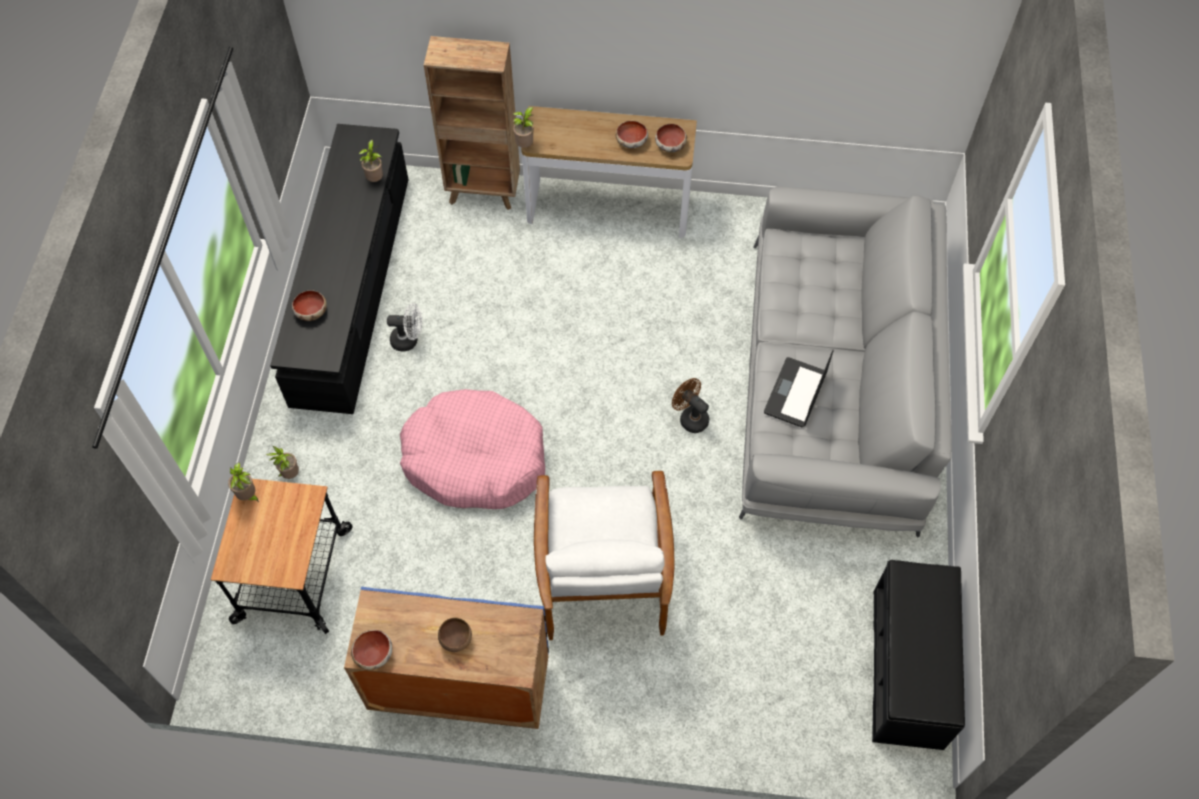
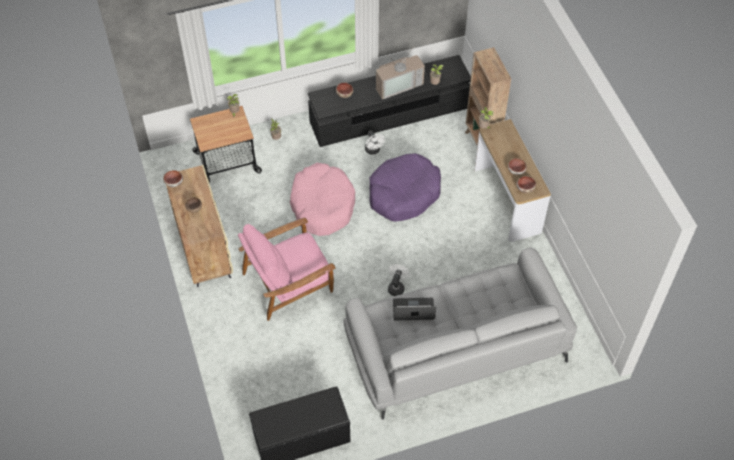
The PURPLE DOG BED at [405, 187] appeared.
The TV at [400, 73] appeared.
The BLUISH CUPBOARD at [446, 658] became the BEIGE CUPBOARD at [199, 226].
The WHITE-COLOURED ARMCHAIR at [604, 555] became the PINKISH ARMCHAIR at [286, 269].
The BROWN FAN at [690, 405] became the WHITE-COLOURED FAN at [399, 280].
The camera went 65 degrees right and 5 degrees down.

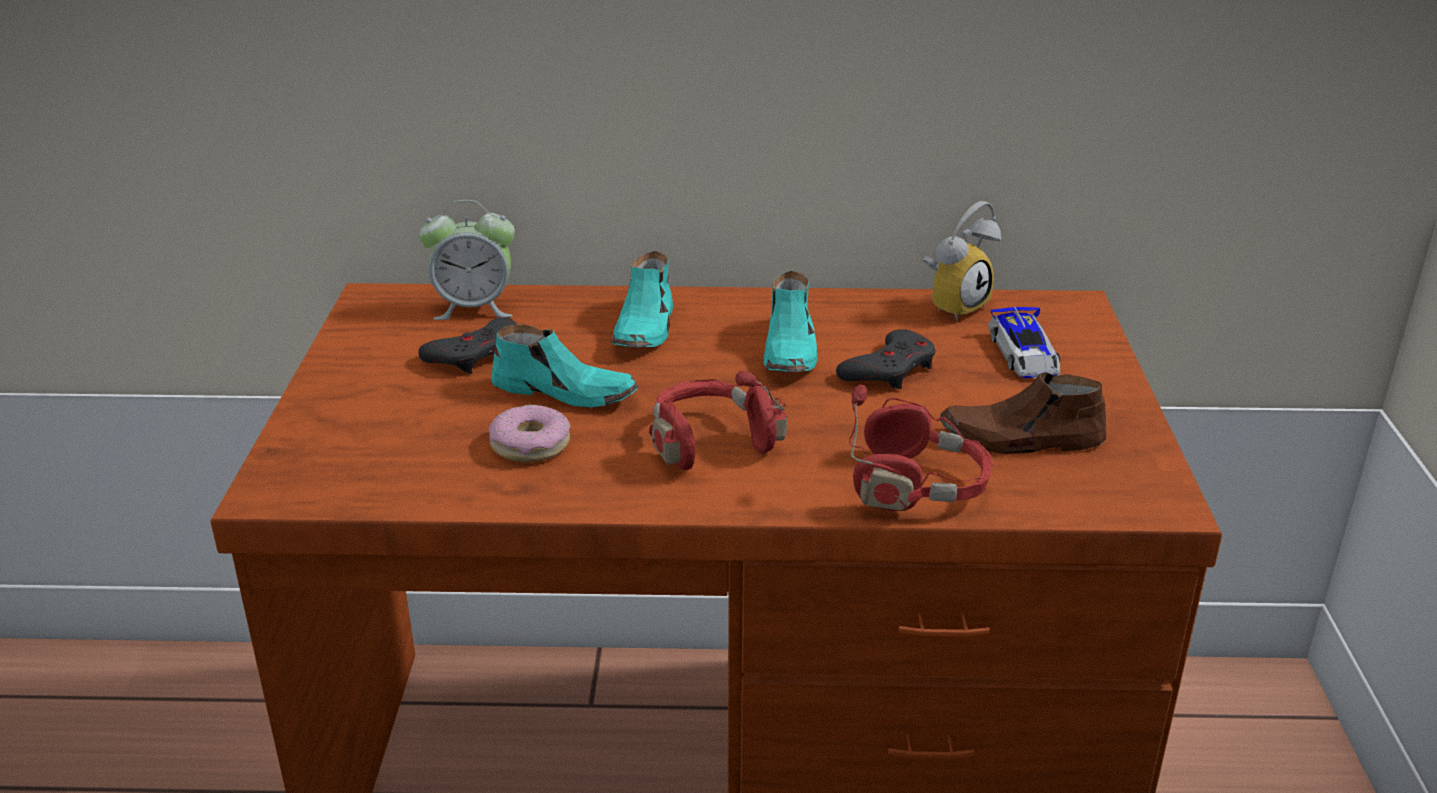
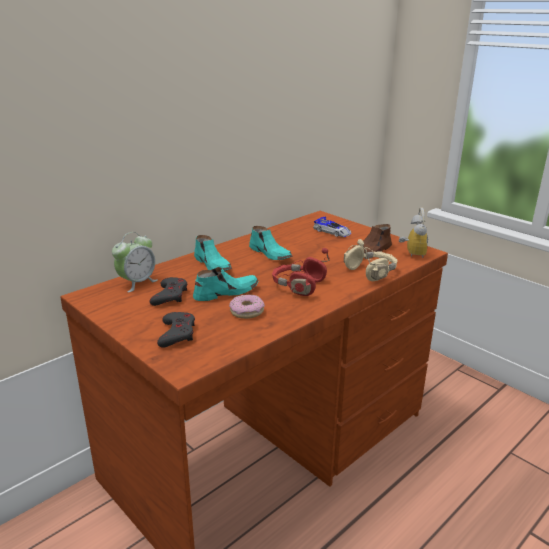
The GREY JOYPAD moved from [886, 359] to [176, 330].
The TABLE CLOCK moved from [962, 261] to [413, 233].
The RED-COLOURED PAIR OF HEADPHONES at [921, 447] became the BEIGE PAIR OF HEADPHONES at [370, 260].
The camera went 45 degrees left and 5 degrees down.

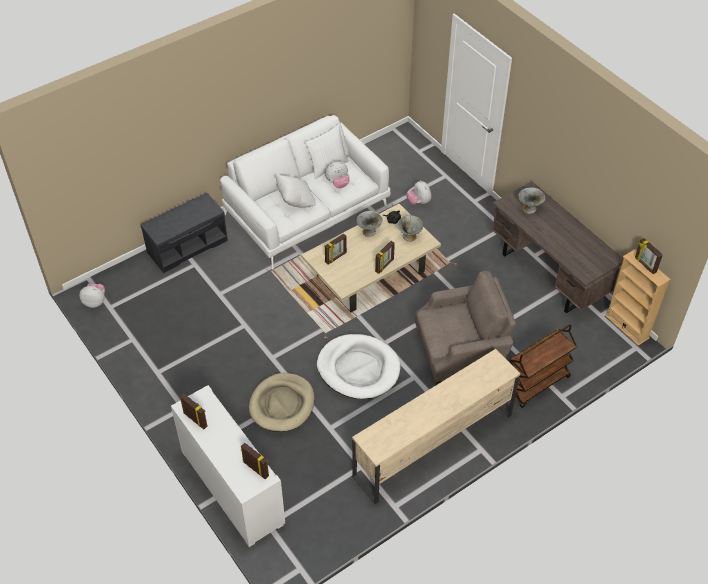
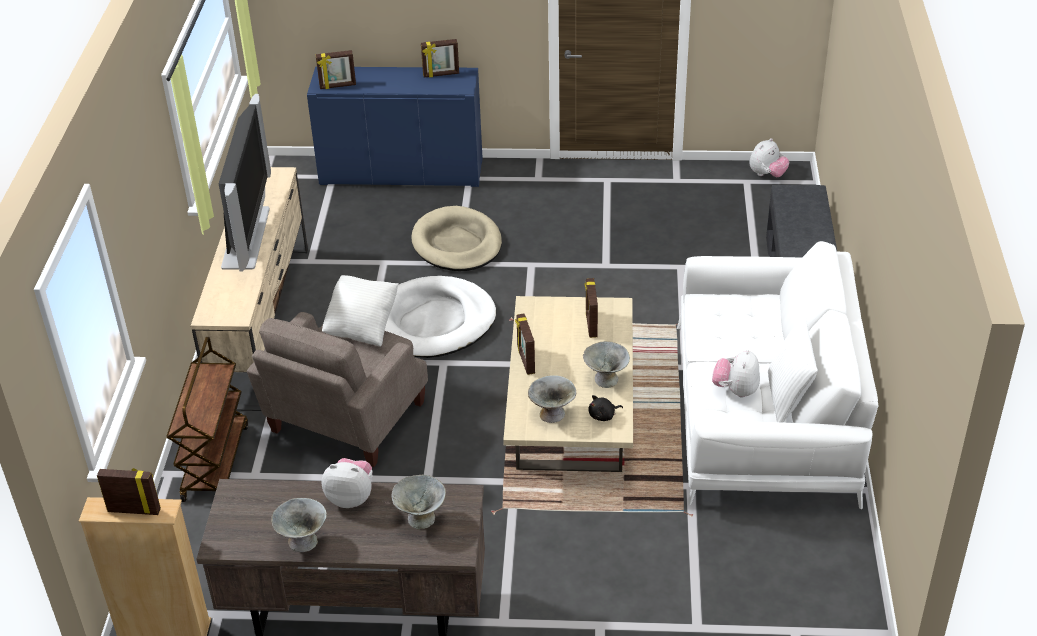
The TV at [245, 182] appeared.
The GREY SERVING BOWL at [299, 525] appeared.
The WHITE-COLOURED CUSHION moved from [296, 191] to [360, 311].
The SOFT TOY moved from [419, 192] to [347, 483].
The WHITE-COLOURED CUPBOARD at [228, 466] became the BLUISH CUPBOARD at [395, 127].
The camera went 130 degrees right and 10 degrees down.

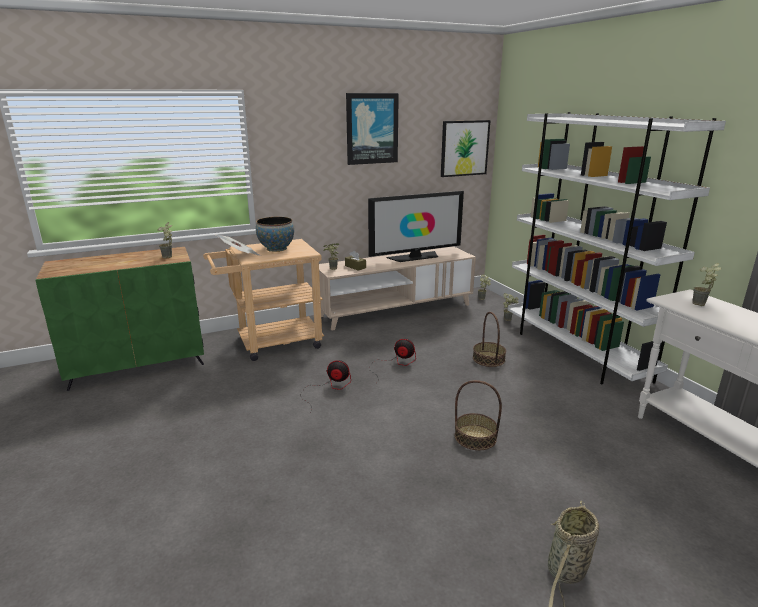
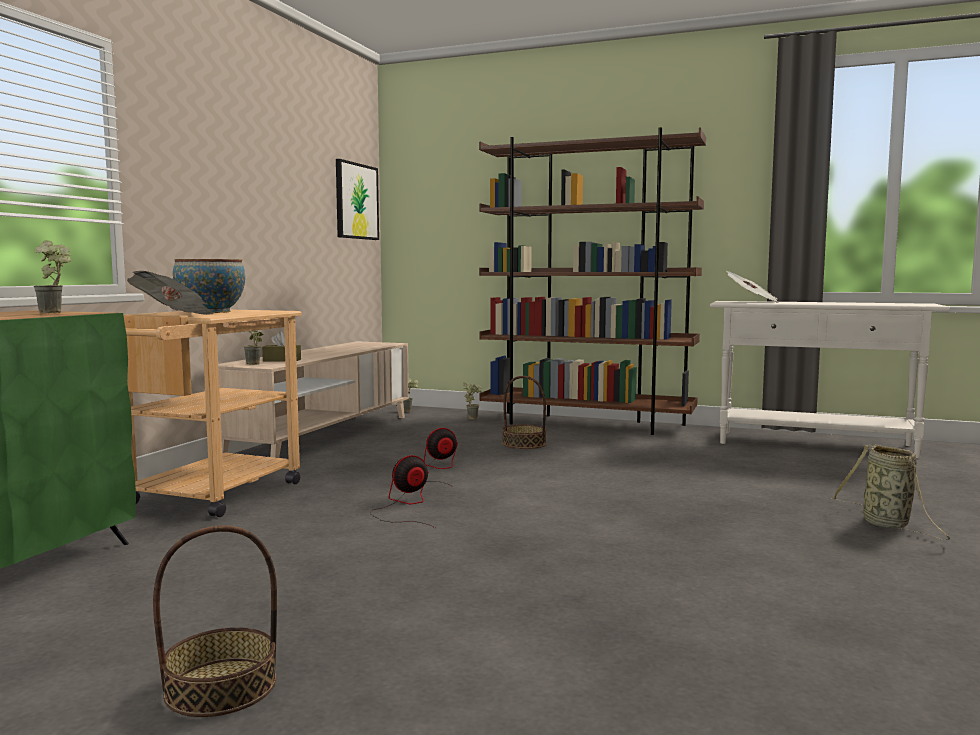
The PICTURE at [372, 129] disappeared.
The TV at [416, 226] disappeared.
The BASKET moved from [478, 415] to [215, 621].
The PLANT IN A POT at [707, 284] was replaced by the DAILY PAPER at [752, 287].
The WHITE-COLOURED SHELVING UNIT at [617, 248] became the BROWN SHELVING UNIT at [592, 281].
The camera went 45 degrees left and 15 degrees down.

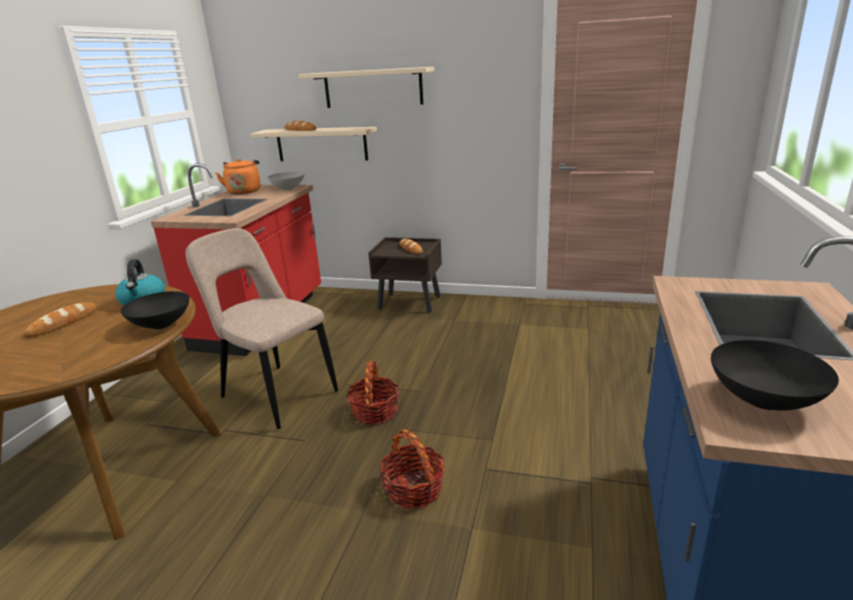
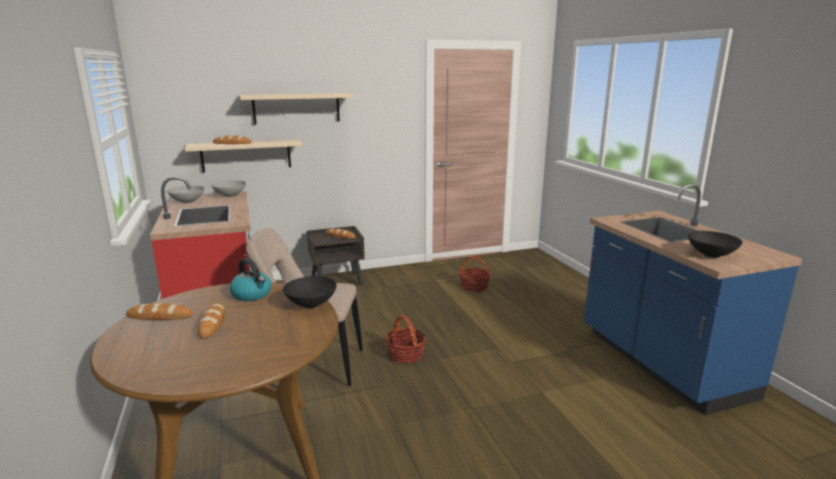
The BREAD at [159, 311] appeared.
The BASKET moved from [412, 469] to [475, 274].
The ORANGE-COLOURED TEA KETTLE at [238, 177] was replaced by the GREY SERVING BOWL at [185, 194].
The camera went 35 degrees left and 5 degrees down.

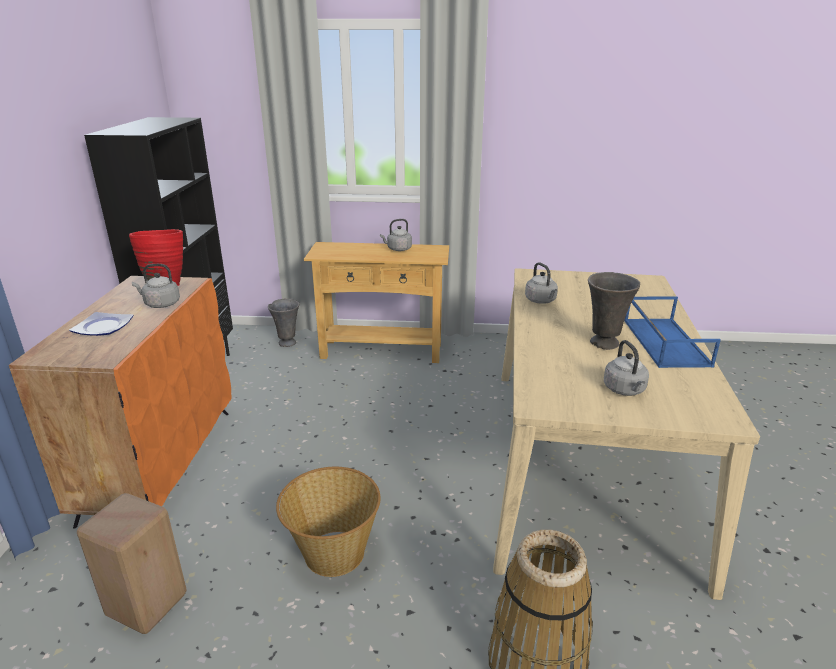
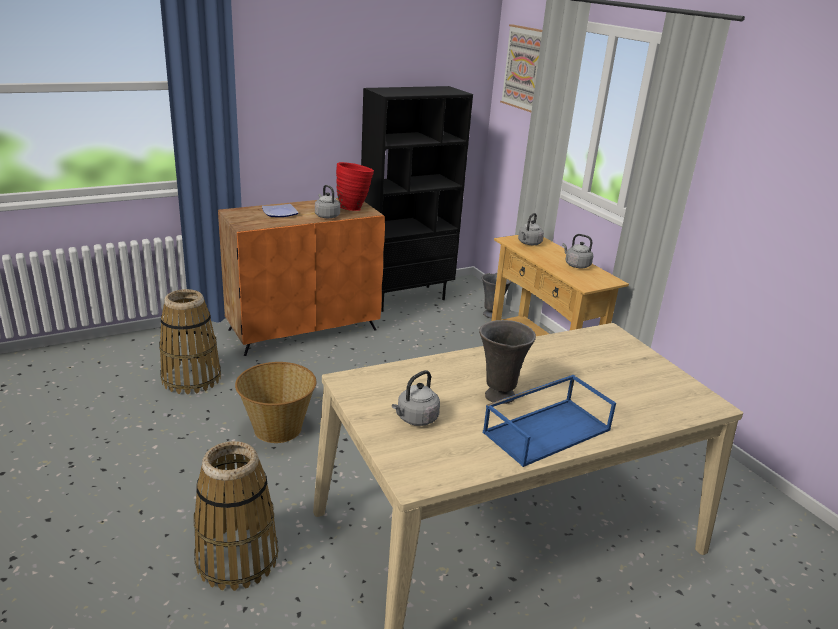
The PICTURE at [521, 68] appeared.
The GREY TEA KETTLE moved from [541, 283] to [531, 229].
The BEIGE SITTING STOOL at [132, 563] was replaced by the BASKET at [190, 341].
The camera went 55 degrees right and 0 degrees up.

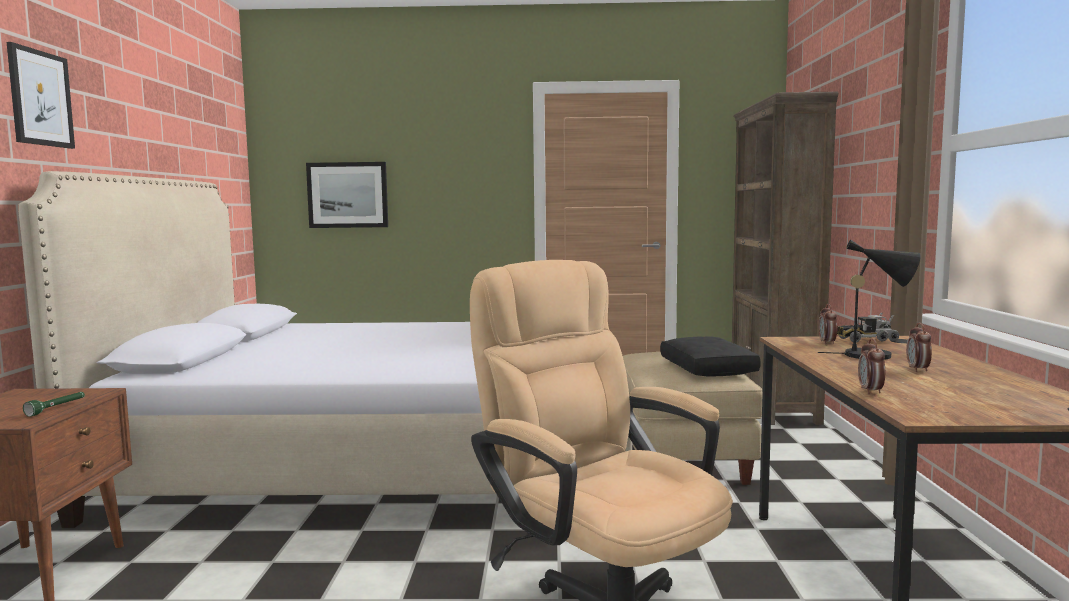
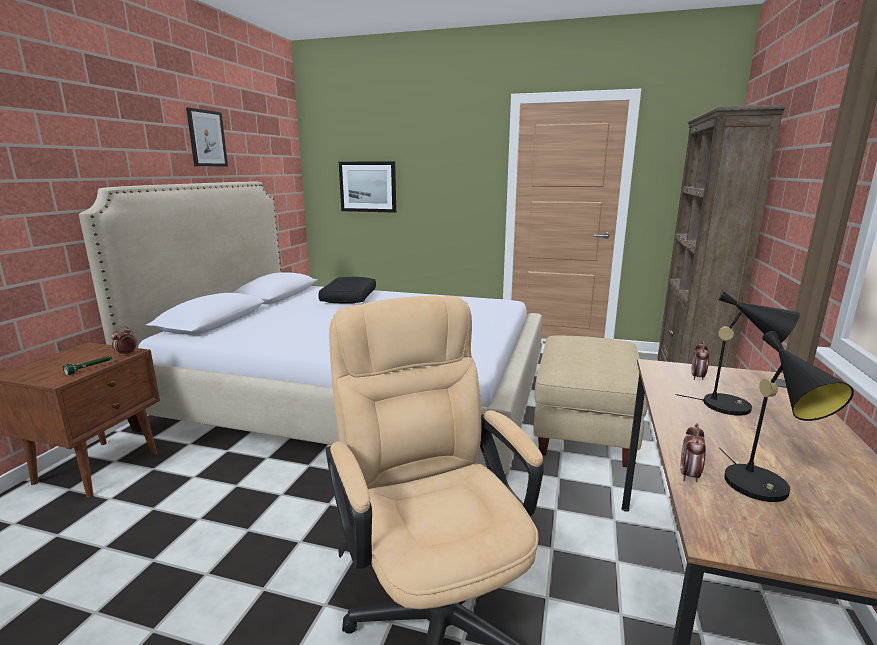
The TOY TRUCK at [868, 327] disappeared.
The BLACK LAMP FOR A TABLE at [786, 416] appeared.
The PICTURE moved from [41, 95] to [207, 136].
The BLACK CUSHION moved from [710, 356] to [347, 290].
The TABLE CLOCK moved from [919, 347] to [124, 341].
The camera went 15 degrees right and 10 degrees up.

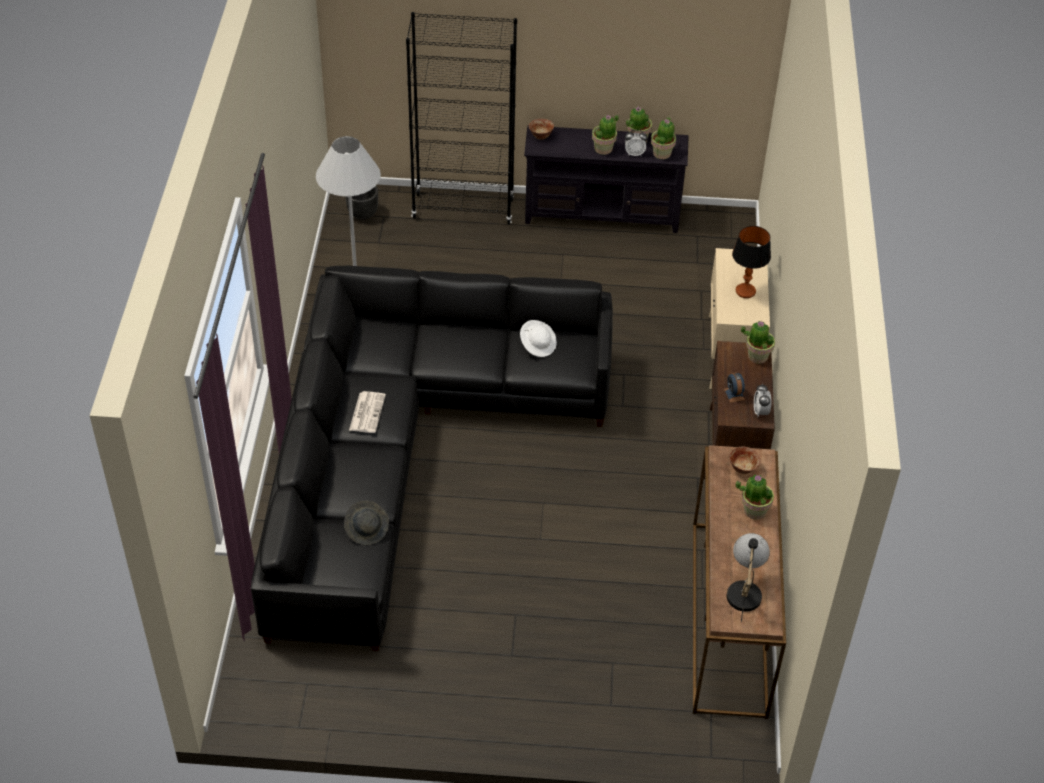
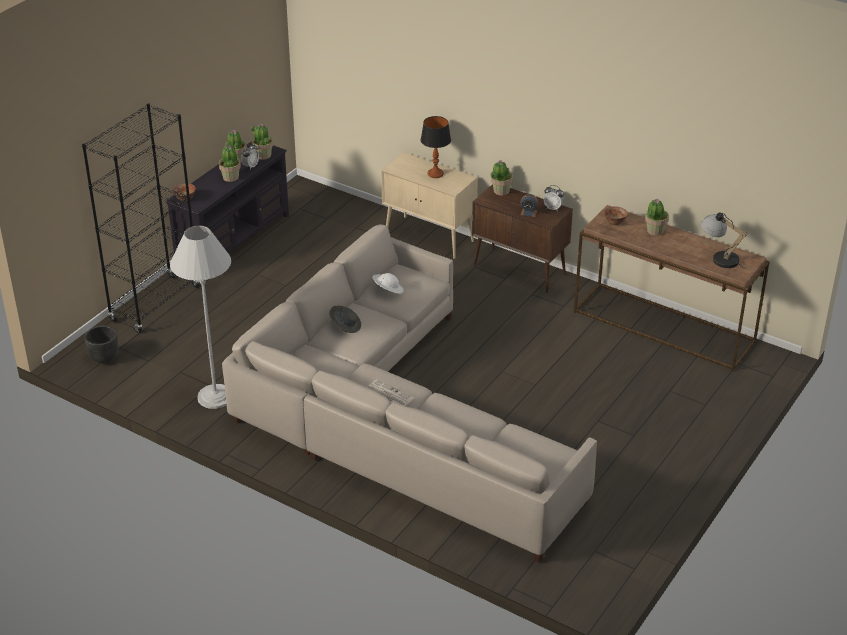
The GREY CLOTHING HAT moved from [366, 523] to [345, 319].
The BLACK SOFA at [432, 458] became the BEIGE SOFA at [409, 394].
The camera went 60 degrees left and 10 degrees down.

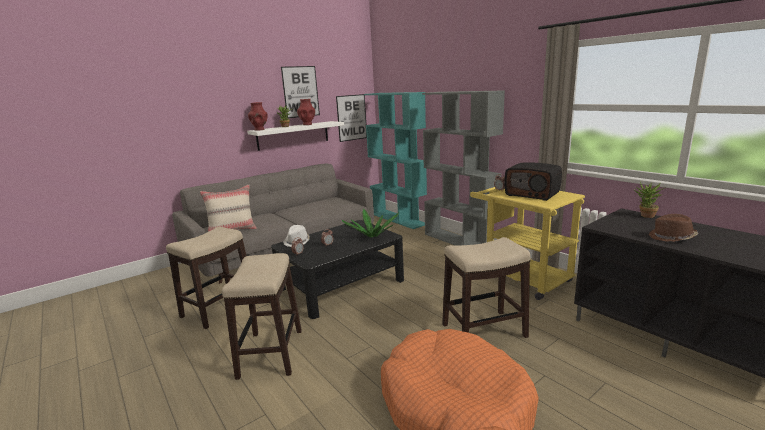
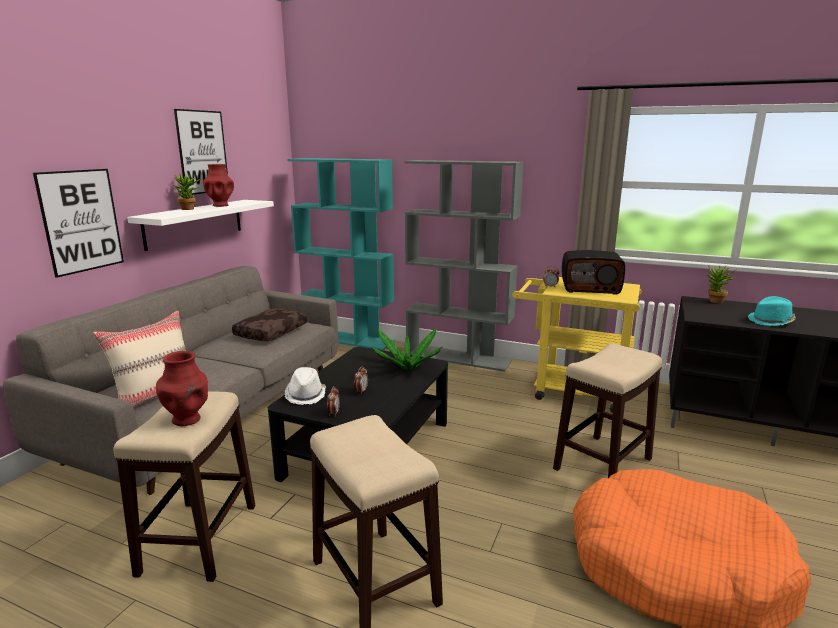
The BROWN CUSHION at [269, 324] appeared.
The RED-COLOURED FLOWER VASE moved from [257, 116] to [182, 388].
The PICTURE moved from [351, 118] to [78, 223].
The BROWN CLOTHING HAT at [673, 228] became the BLUE-GREEN CLOTHING HAT at [772, 311].
The camera went 30 degrees left and 0 degrees up.

